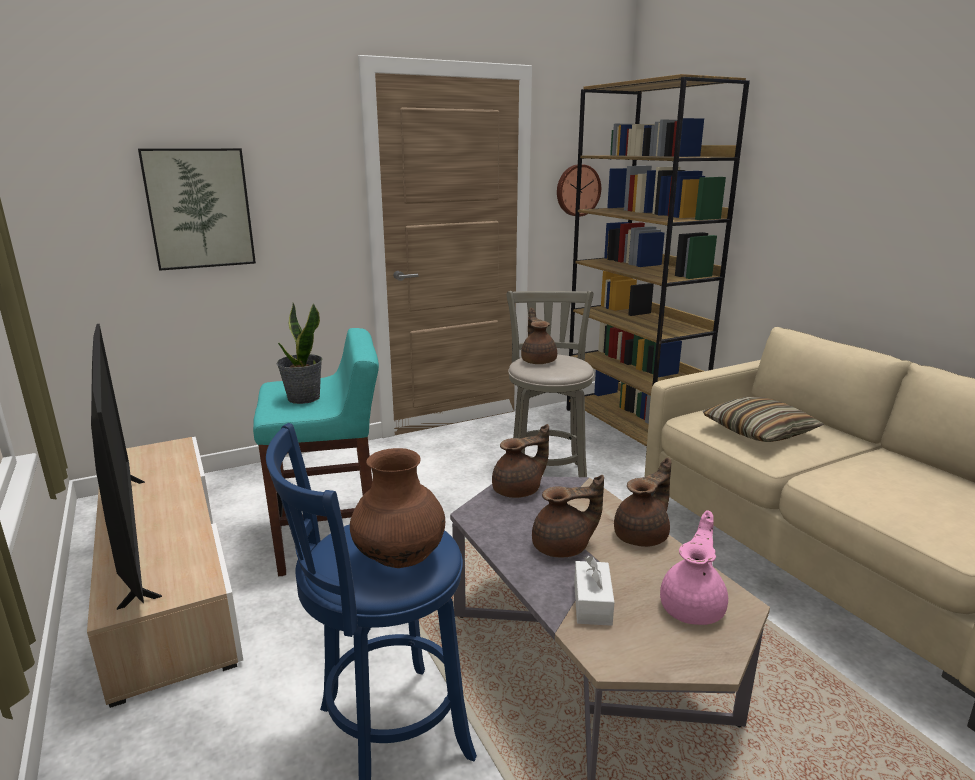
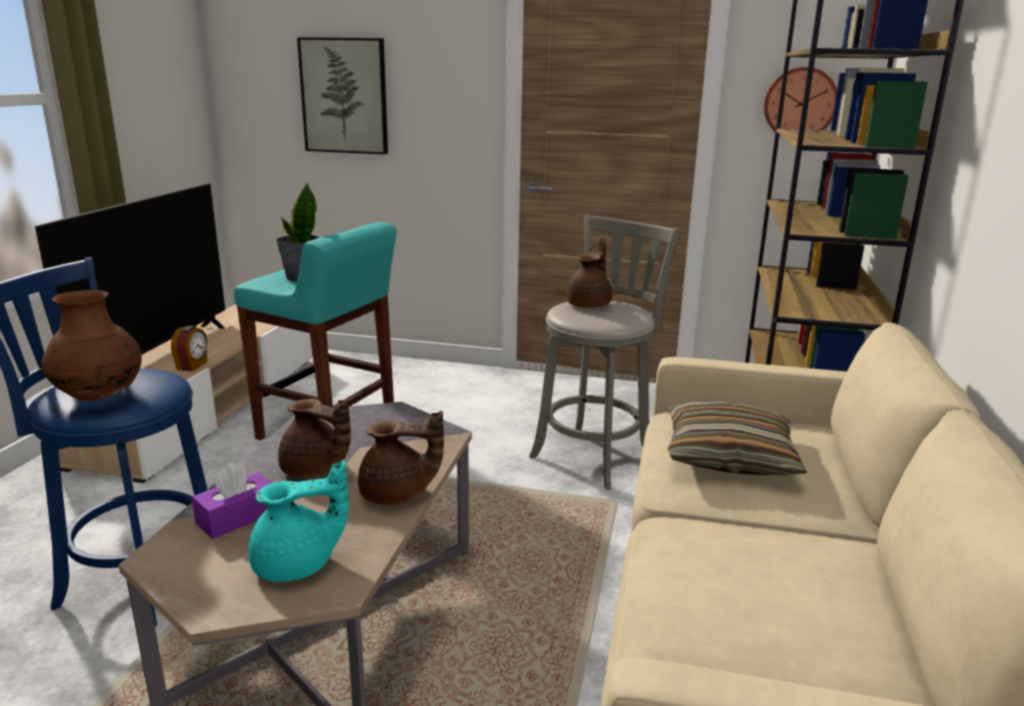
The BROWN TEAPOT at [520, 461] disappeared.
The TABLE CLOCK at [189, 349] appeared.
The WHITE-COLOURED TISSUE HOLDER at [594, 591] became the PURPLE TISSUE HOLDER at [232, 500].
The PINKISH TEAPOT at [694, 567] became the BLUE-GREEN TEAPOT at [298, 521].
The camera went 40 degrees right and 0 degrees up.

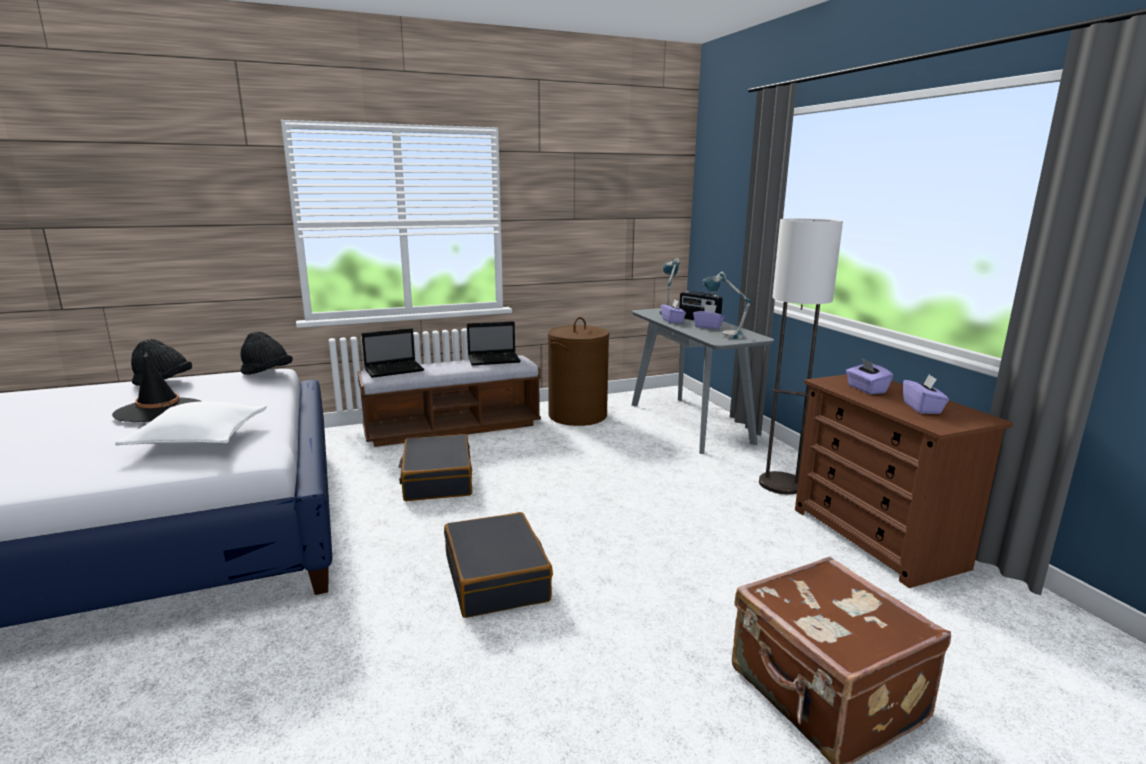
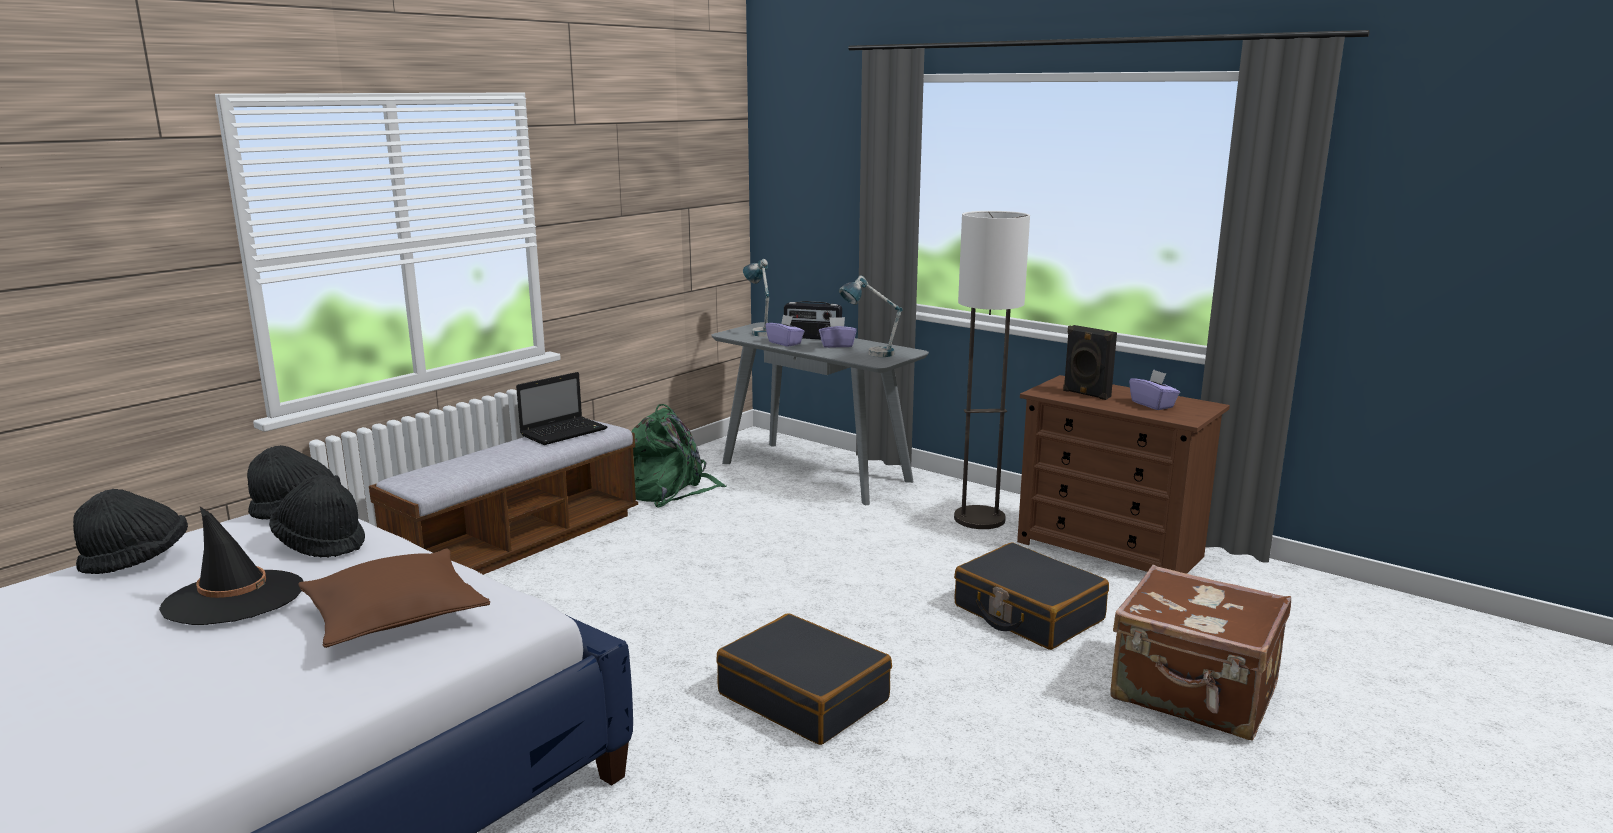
The LAPTOP at [392, 353] disappeared.
The BLACK CLOTHING HAT at [317, 516] appeared.
The BLACK SUITCASE moved from [435, 467] to [1031, 596].
The BROWN LAUNDRY BASKET at [578, 371] was replaced by the GREEN KNAPSACK at [679, 456].
The PURPLE TISSUE HOLDER at [869, 376] was replaced by the BLACK SPEAKER at [1090, 362].
The WHITE-COLOURED CUSHION at [191, 423] became the BROWN CUSHION at [394, 598].
The camera went 30 degrees left and 0 degrees up.

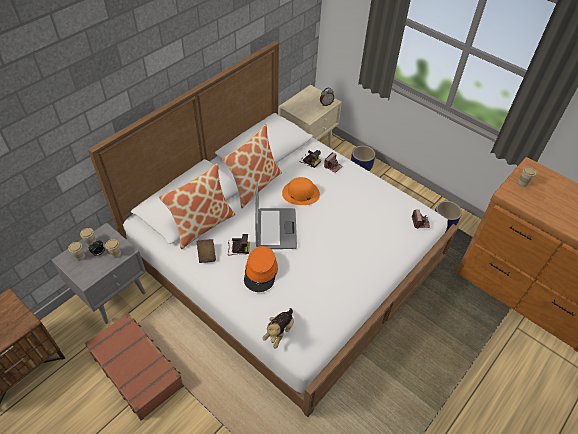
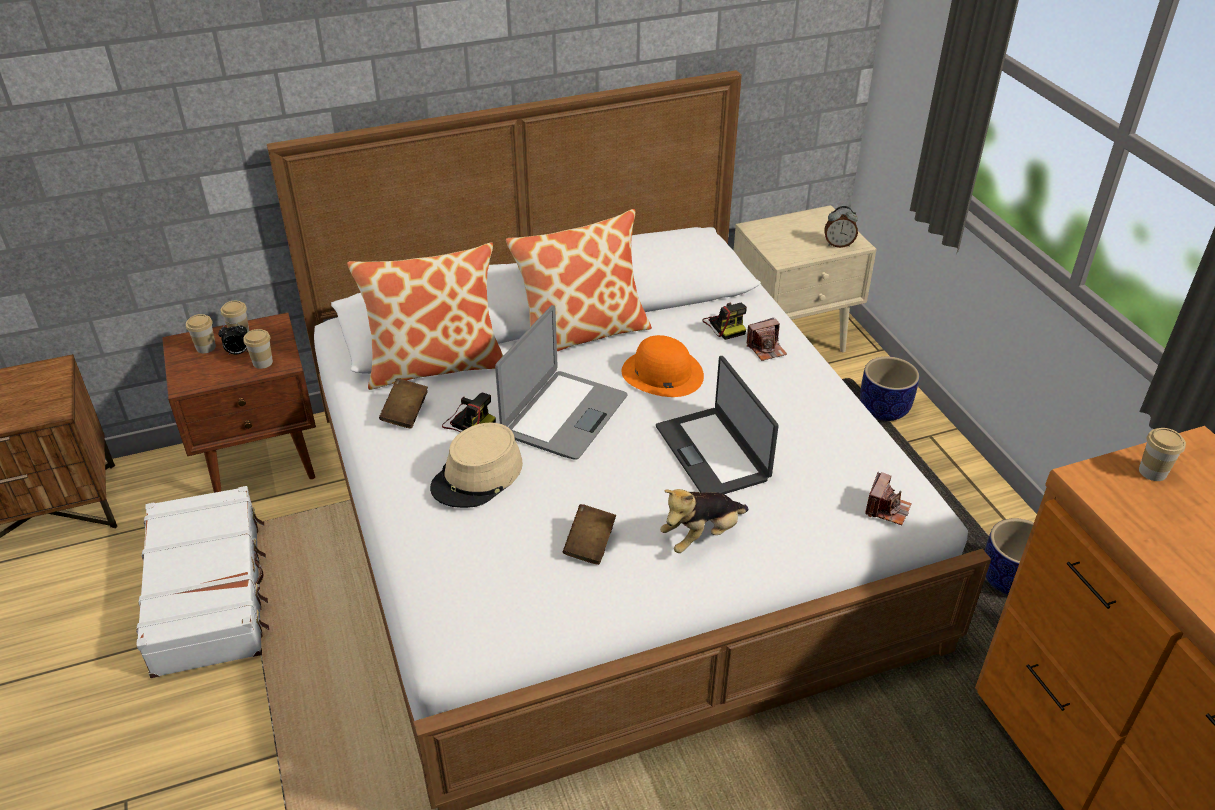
The BROWN VOLUME at [589, 534] appeared.
The LAPTOP at [717, 425] appeared.
The SOFT TOY moved from [278, 328] to [704, 521].
The GREY NIGHTSTAND at [99, 273] became the BROWN NIGHTSTAND at [239, 403].
The BROWN SUITCASE at [134, 366] became the WHITE-COLOURED SUITCASE at [202, 582].
The ORANGE-COLOURED CLOTHING HAT at [261, 269] became the BEIGE CLOTHING HAT at [476, 465].
The camera went 30 degrees right and 10 degrees down.

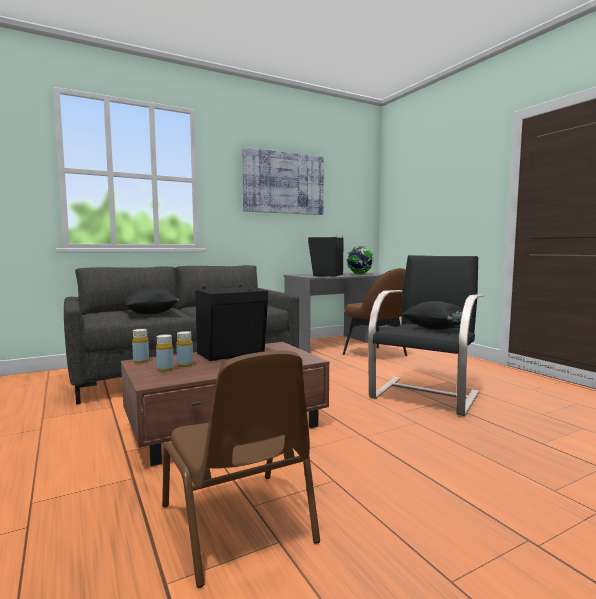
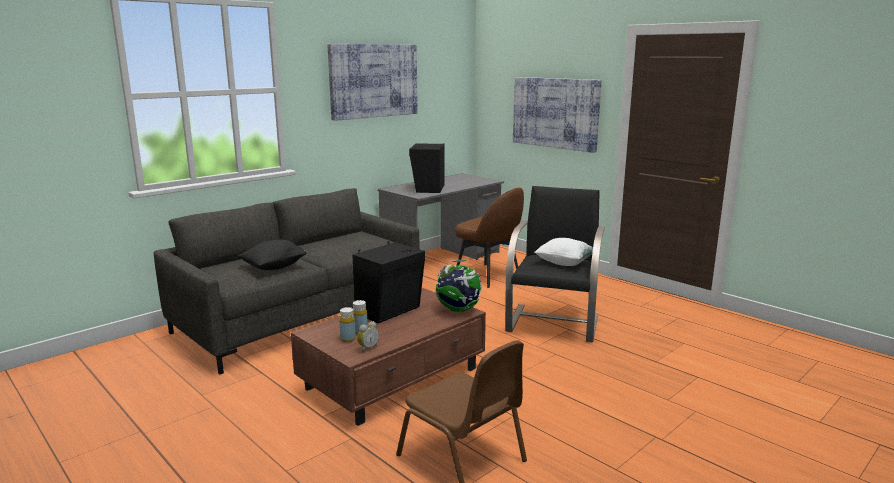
The YELLOW-COLOURED BEVERAGE BOTTLE at [140, 346] disappeared.
The TABLE CLOCK at [368, 336] appeared.
The PICTURE at [557, 115] appeared.
The WORLD GLOBE moved from [360, 260] to [458, 286].
The BLACK CUSHION at [437, 315] became the WHITE-COLOURED CUSHION at [563, 252].
The camera went 15 degrees left and 10 degrees up.

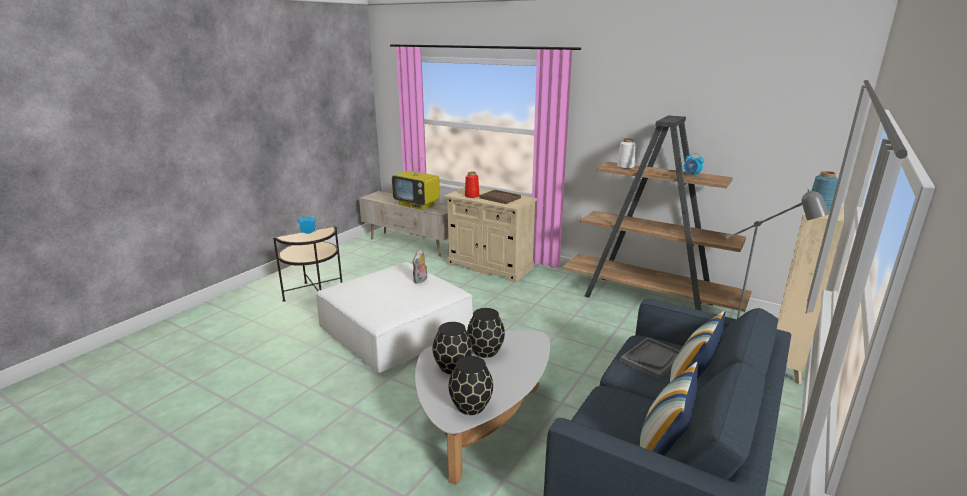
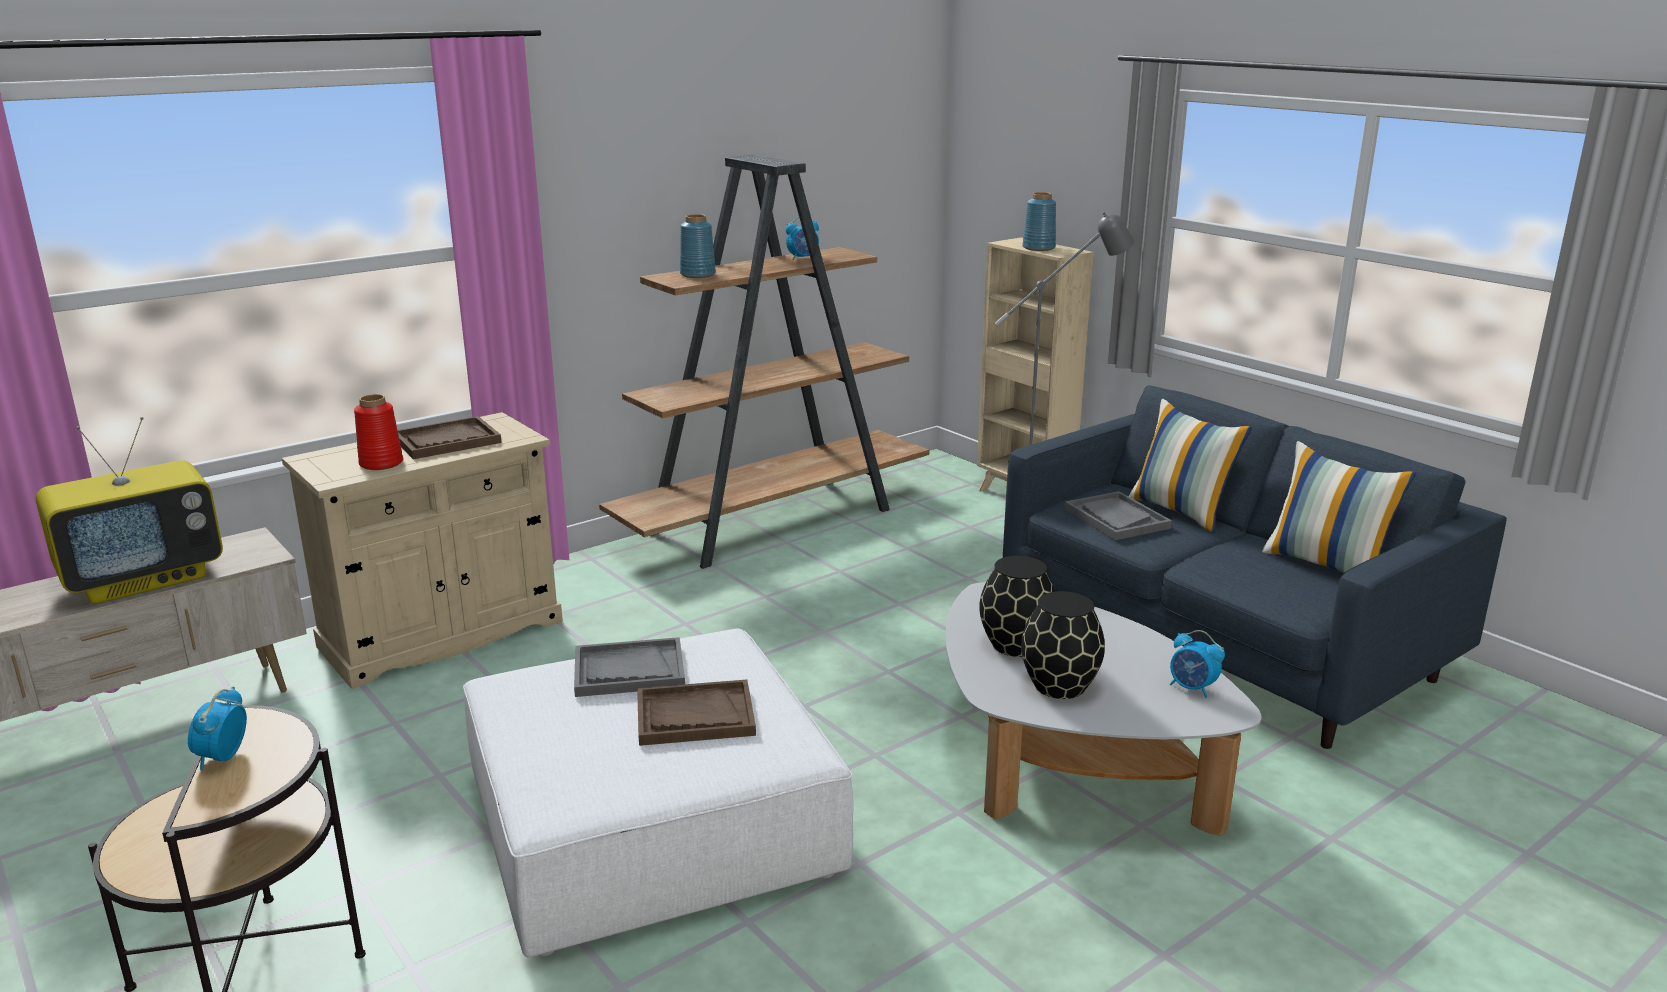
The BROWN SERVING TRAY at [696, 713] appeared.
The SOFT TOY at [420, 266] was replaced by the GREY SERVING TRAY at [629, 667].
The BLACK FLOWER VASE at [471, 385] was replaced by the TABLE CLOCK at [1197, 664].
The WHITE-COLOURED FLOWER VASE at [626, 153] became the BLUISH FLOWER VASE at [698, 246].
The camera went 70 degrees left and 0 degrees up.

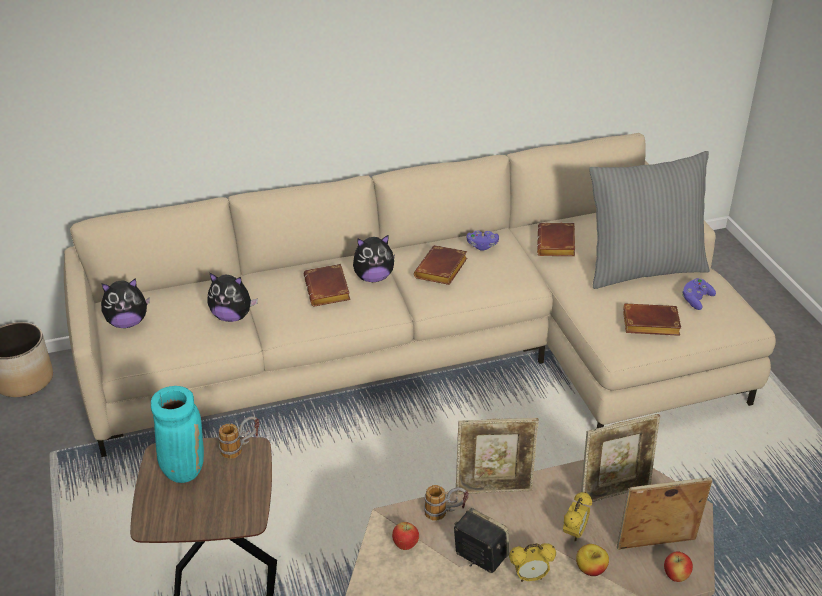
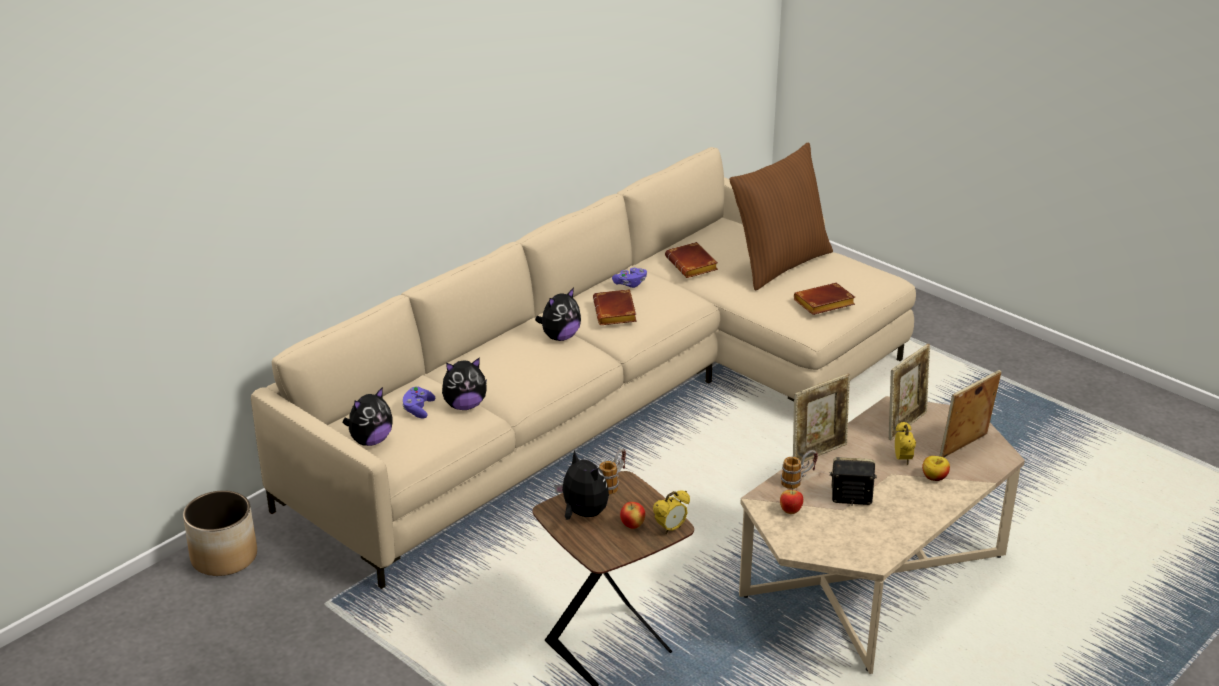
The BROWN VOLUME at [327, 285] disappeared.
The TABLE CLOCK moved from [532, 562] to [671, 512].
The APPLE moved from [678, 566] to [632, 515].
The PURPLE JOYPAD moved from [699, 294] to [418, 402].
The BLUE-GREEN FLOWER VASE at [177, 434] was replaced by the SOFT TOY at [582, 485].
The GREY CUSHION at [649, 220] became the BROWN CUSHION at [781, 216].
The camera went 30 degrees left and 5 degrees down.

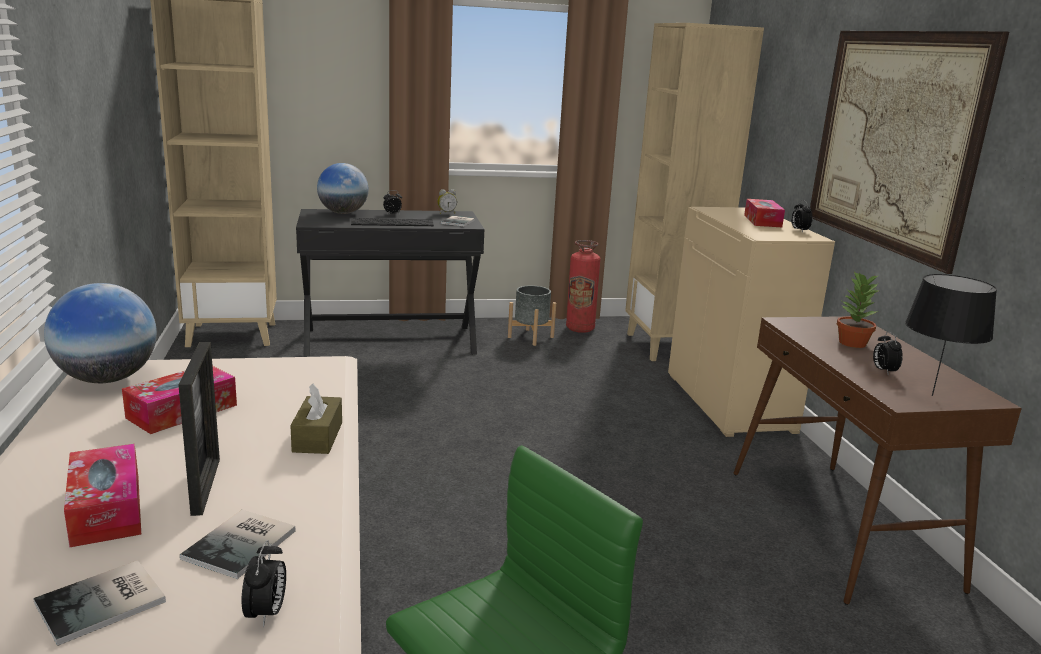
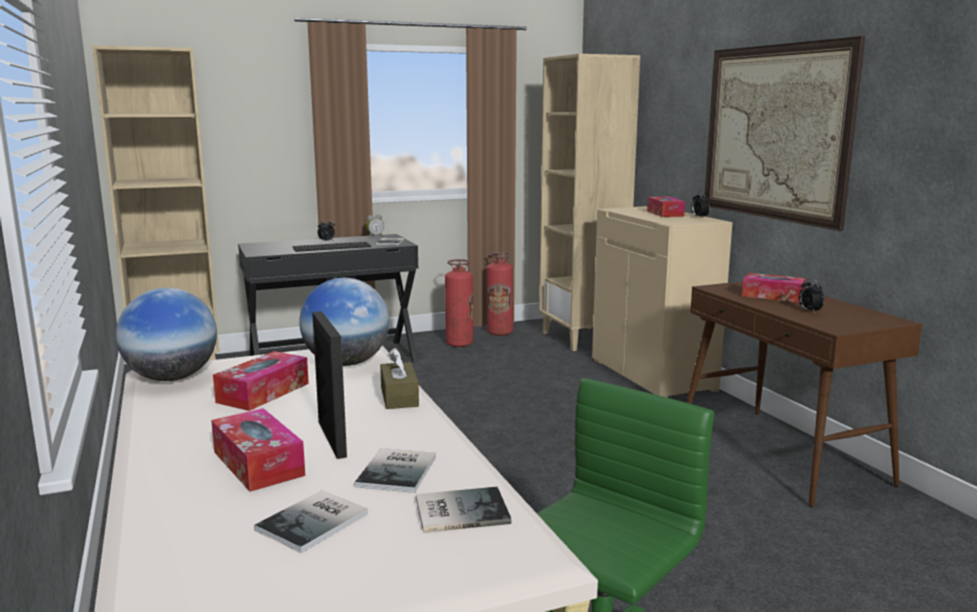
The BLACK LAMP FOR A TABLE at [951, 335] disappeared.
The WORLD GLOBE moved from [342, 188] to [344, 322].
The TABLE CLOCK at [264, 583] was replaced by the VOLUME at [463, 510].
The GREY PLANT POT at [532, 315] was replaced by the EXTINGUISHER at [459, 303].
The PLANT IN A POT at [858, 309] was replaced by the TISSUE HOLDER at [774, 288].
The camera went 10 degrees left and 5 degrees down.

